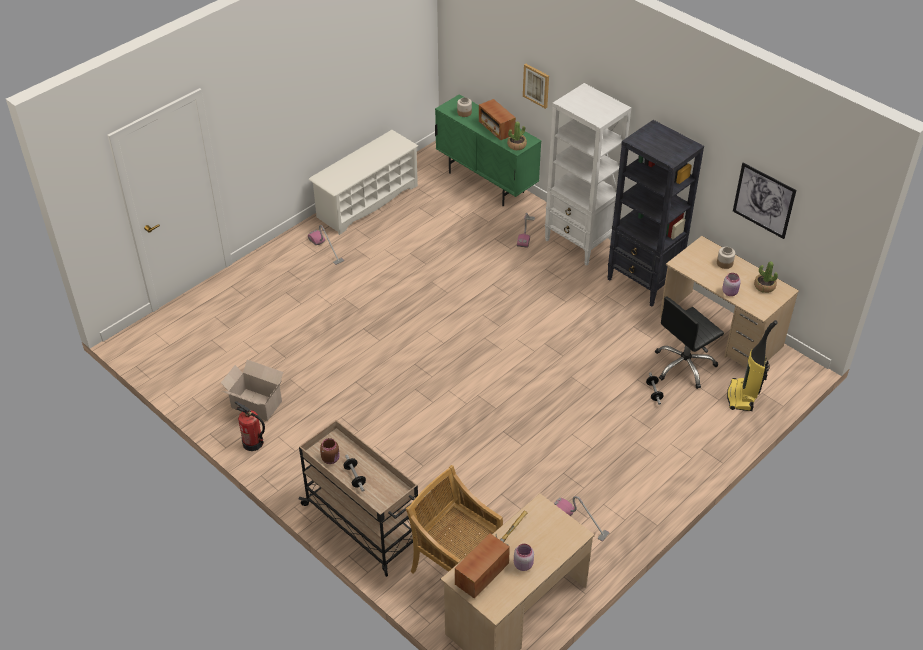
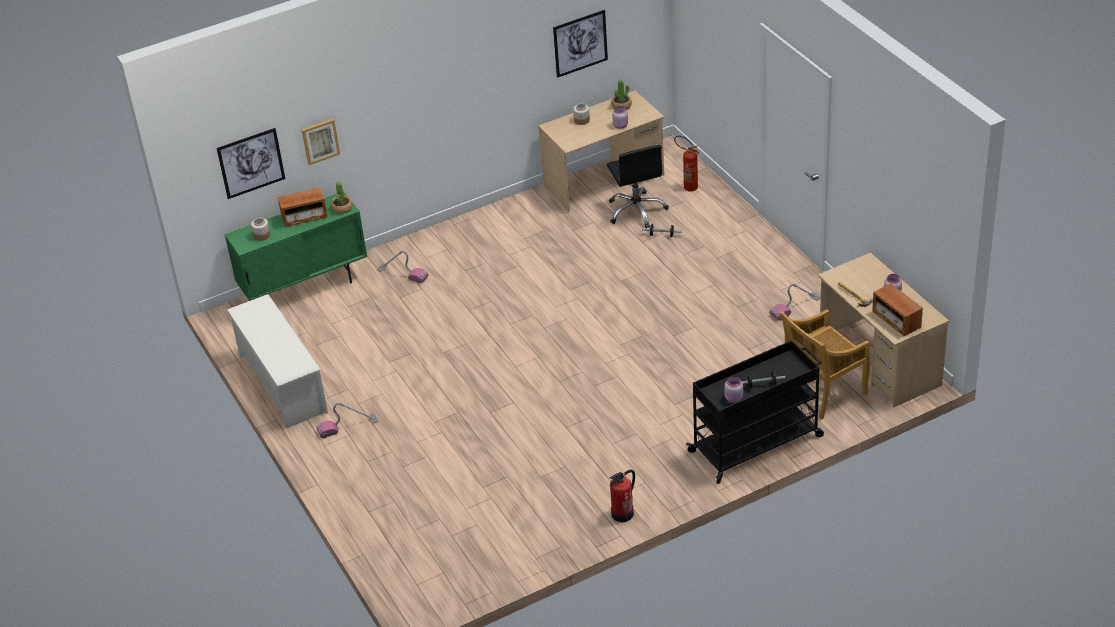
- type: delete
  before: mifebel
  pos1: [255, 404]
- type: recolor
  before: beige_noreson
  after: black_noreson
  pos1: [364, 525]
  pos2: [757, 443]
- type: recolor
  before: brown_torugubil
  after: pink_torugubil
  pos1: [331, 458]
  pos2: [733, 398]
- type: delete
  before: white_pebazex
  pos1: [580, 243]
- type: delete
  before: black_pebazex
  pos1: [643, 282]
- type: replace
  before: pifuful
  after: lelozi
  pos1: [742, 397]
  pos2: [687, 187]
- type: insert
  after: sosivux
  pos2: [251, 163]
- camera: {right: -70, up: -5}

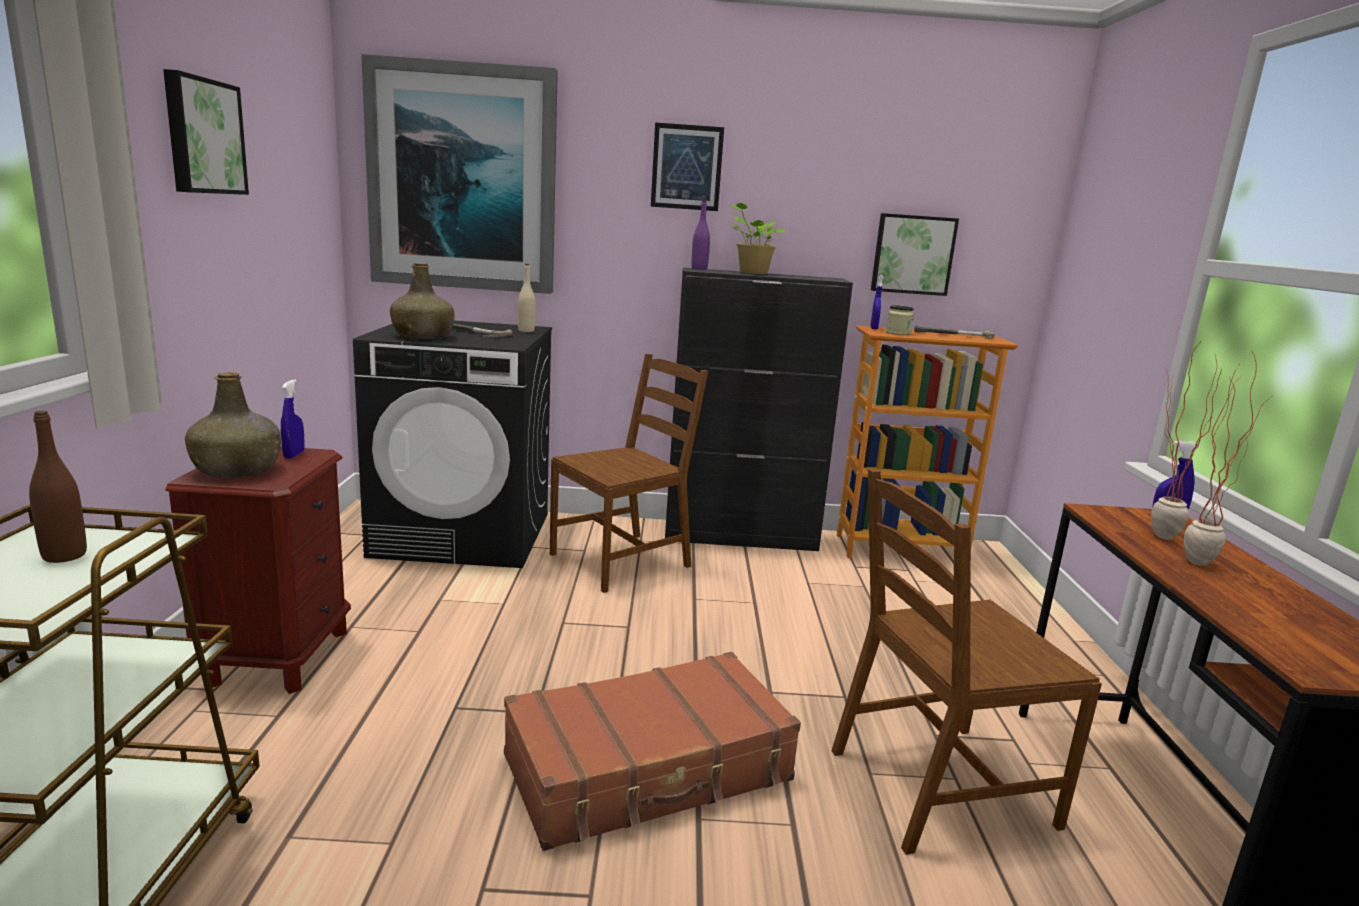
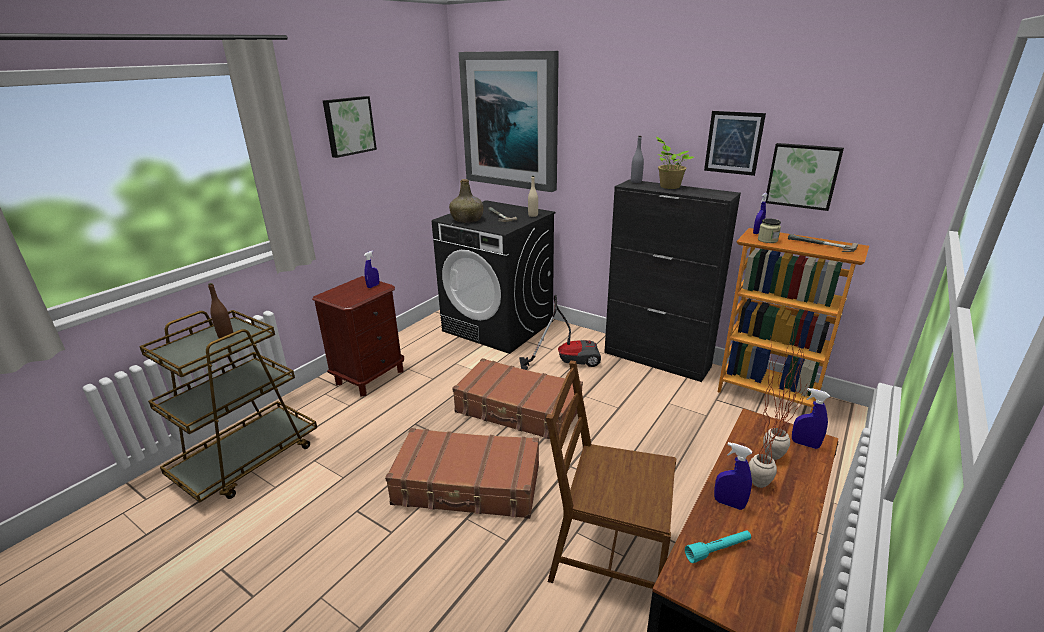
- type: delete
  before: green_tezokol
  pos1: [238, 470]
- type: replace
  before: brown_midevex
  after: pifuful
  pos1: [621, 560]
  pos2: [566, 360]
- type: move
  before: sosivux
  pos1: [686, 167]
  pos2: [733, 143]
- type: recolor
  before: purple_tezokol
  after: grey_tezokol
  pos1: [699, 268]
  pos2: [636, 181]
- type: insert
  after: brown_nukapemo
  pos2: [518, 410]
- type: insert
  after: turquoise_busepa
  pos2: [718, 550]
- type: insert
  after: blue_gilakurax
  pos2: [729, 503]
- camera: {right: 35, up: 10}

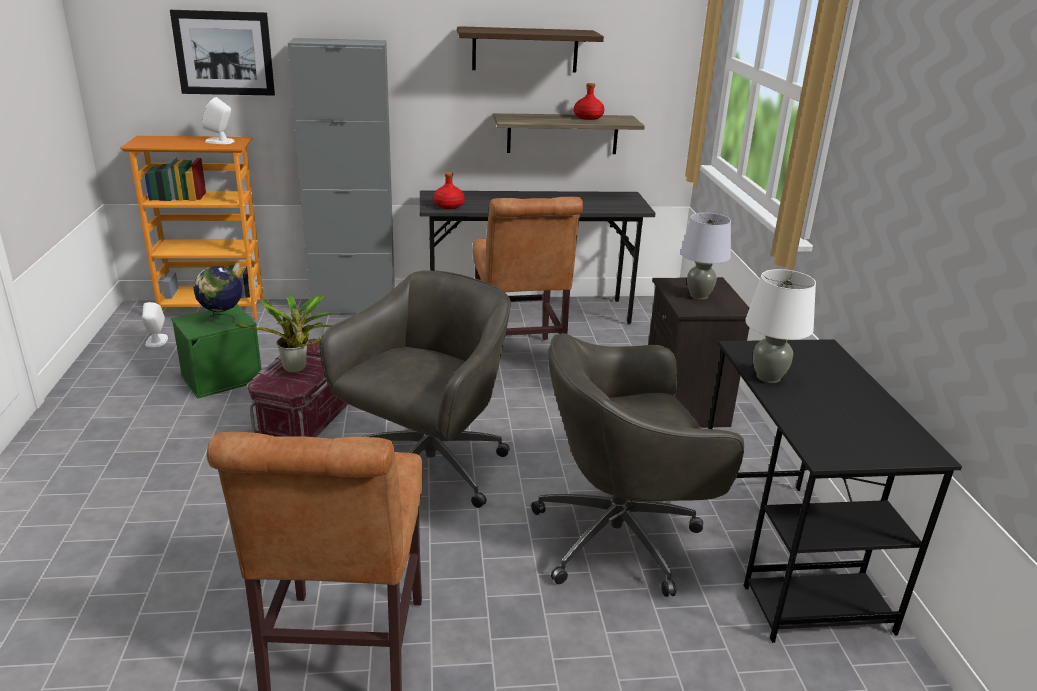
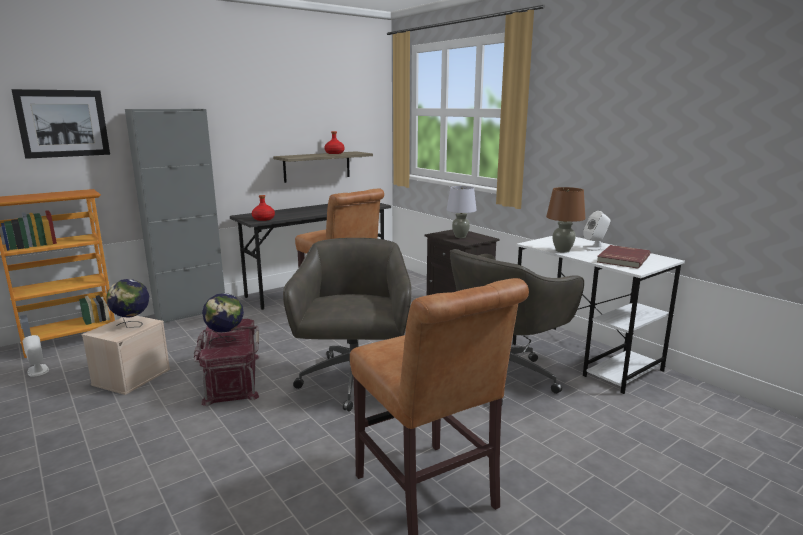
- type: recolor
  before: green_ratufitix
  after: beige_ratufitix
  pos1: [222, 377]
  pos2: [132, 376]
- type: move
  before: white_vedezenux
  pos1: [220, 141]
  pos2: [595, 248]
- type: replace
  before: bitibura
  after: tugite
  pos1: [297, 369]
  pos2: [226, 340]
- type: delete
  before: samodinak
  pos1: [525, 49]
- type: recolor
  before: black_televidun
  after: white_televidun
  pos1: [787, 556]
  pos2: [585, 357]
- type: recolor
  before: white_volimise
  after: brown_volimise
  pos1: [768, 377]
  pos2: [562, 250]
- type: insert
  after: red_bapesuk
  pos2: [622, 259]
- camera: {right: -30, up: -10}

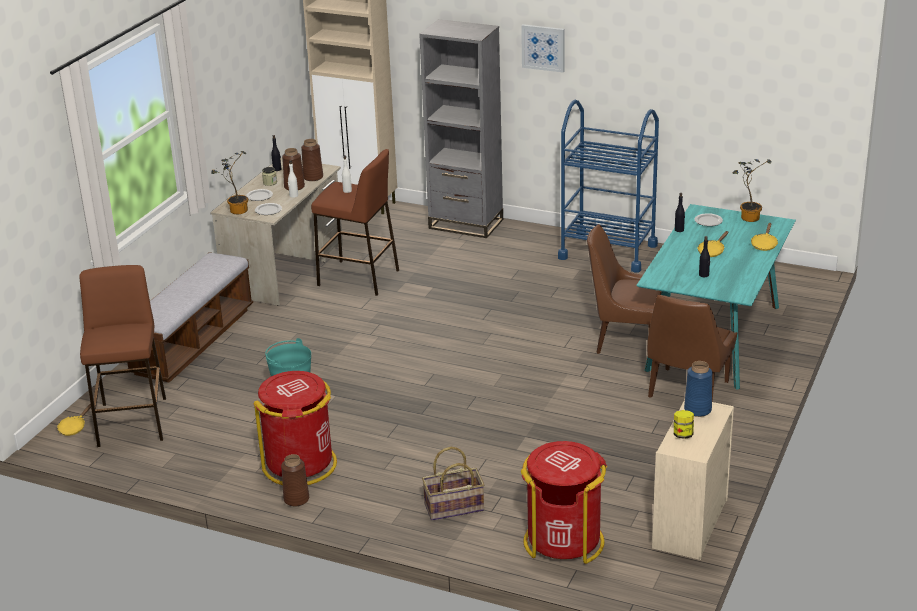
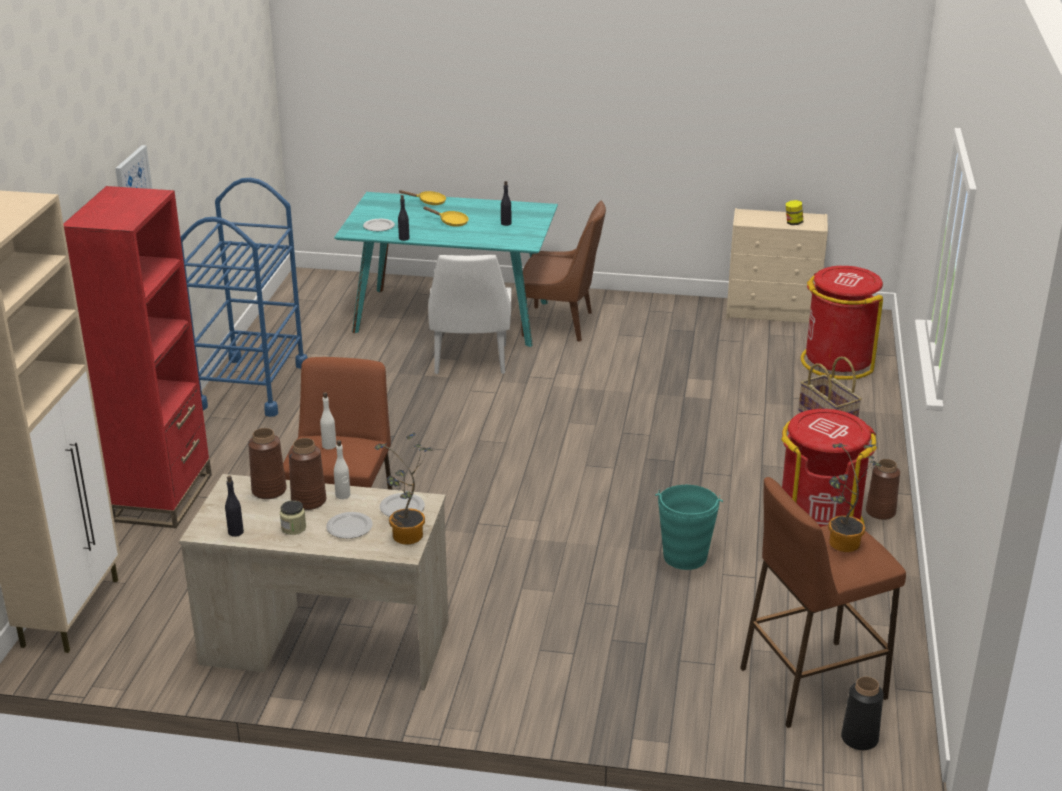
- type: replace
  before: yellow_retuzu
  after: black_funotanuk
  pos1: [74, 427]
  pos2: [859, 738]
- type: delete
  before: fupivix
  pos1: [193, 341]
- type: recolor
  before: grey_pebazex
  after: red_pebazex
  pos1: [466, 224]
  pos2: [163, 497]
- type: recolor
  before: brown_midevex
  after: white_midevex
  pos1: [624, 340]
  pos2: [470, 361]
- type: delete
  before: blue_funotanuk
  pos1: [697, 409]
- type: move
  before: bitibura
  pos1: [748, 217]
  pos2: [841, 545]
- camera: {right: -105, up: 0}

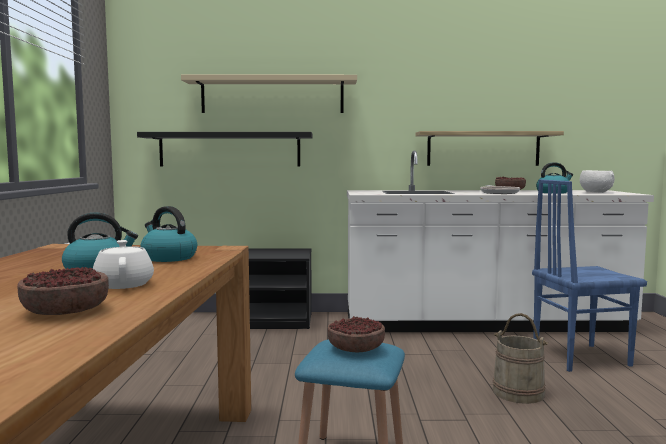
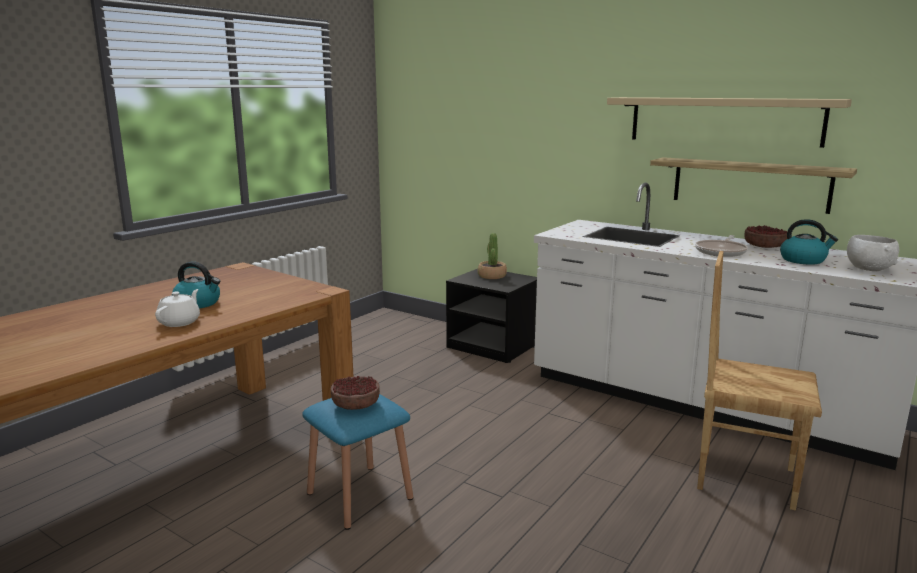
- type: delete
  before: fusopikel
  pos1: [65, 311]
- type: delete
  before: black_samodinak
  pos1: [230, 149]
- type: delete
  before: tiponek
  pos1: [168, 258]
- type: move
  before: beige_samodinak
  pos1: [272, 96]
  pos2: [723, 120]
- type: delete
  before: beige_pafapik
  pos1: [518, 392]
- type: recolor
  before: blue_midevex
  after: brown_midevex
  pos1: [579, 357]
  pos2: [745, 478]
- type: insert
  after: bitibura
  pos2: [491, 276]
- camera: {right: 35, up: 10}

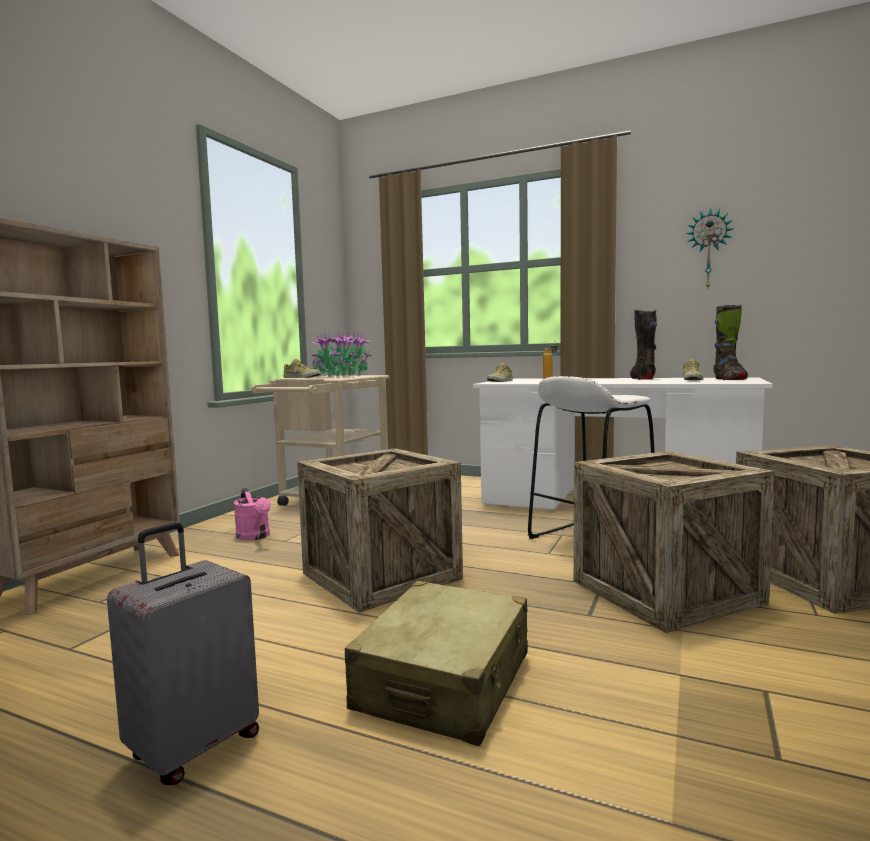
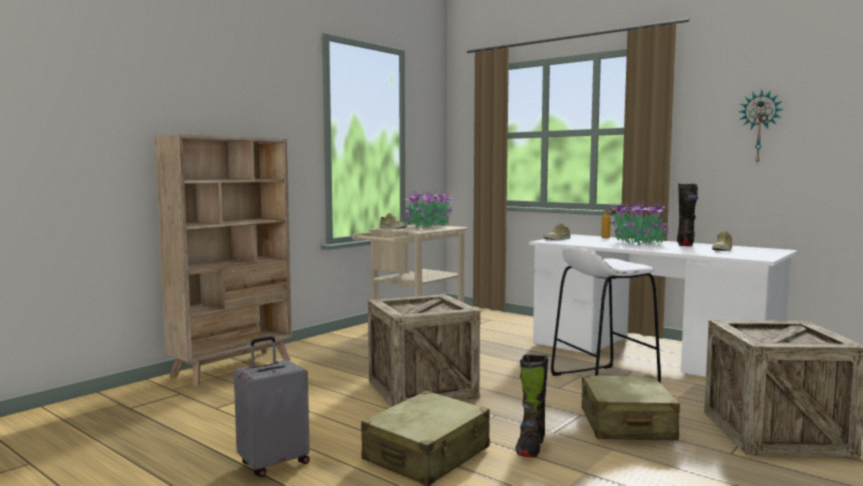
- type: delete
  before: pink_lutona
  pos1: [255, 537]
- type: replace
  before: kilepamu
  after: beige_nukapemo
  pos1: [665, 592]
  pos2: [626, 424]
- type: move
  before: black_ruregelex
  pos1: [729, 379]
  pos2: [530, 447]
- type: insert
  after: bitibura
  pos2: [639, 242]
- camera: {right: 15, up: 0}

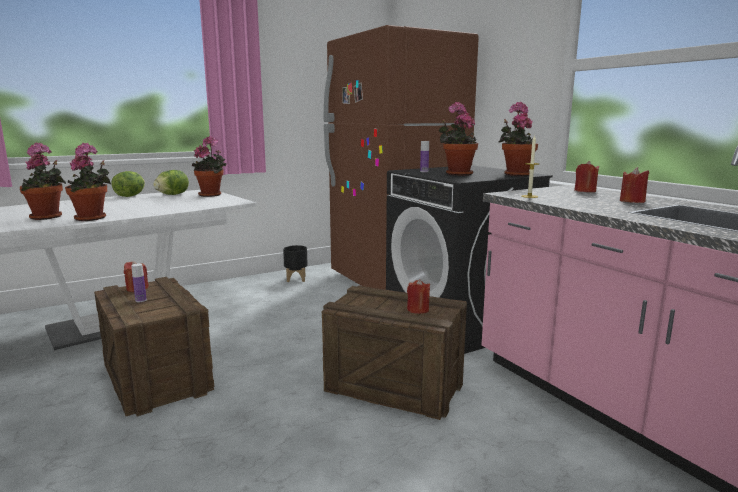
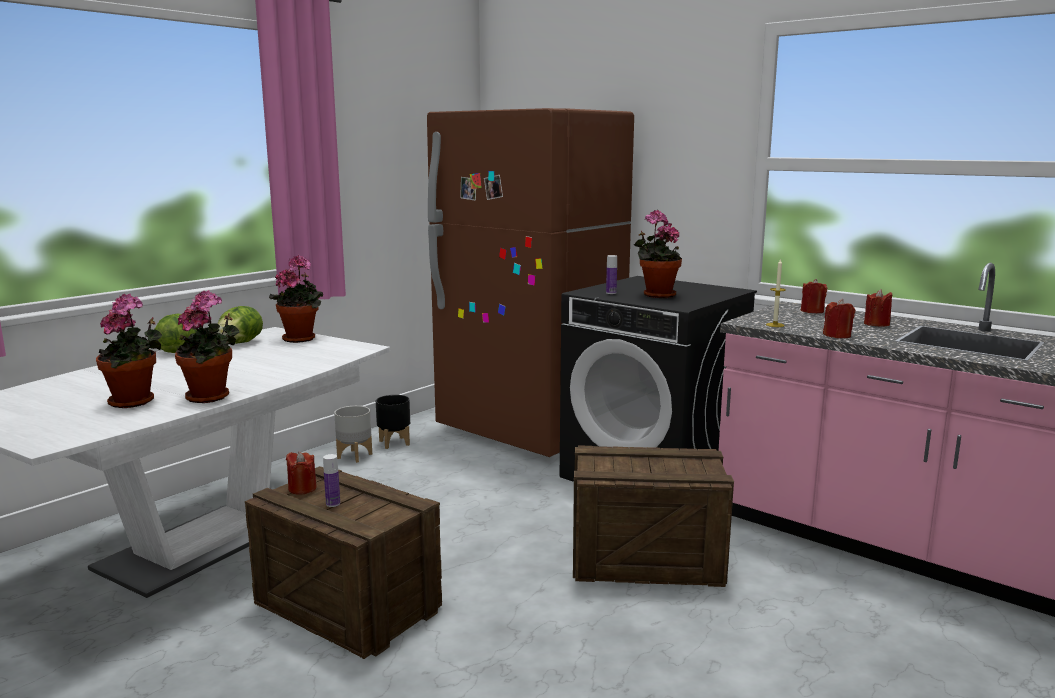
- type: move
  before: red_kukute
  pos1: [418, 310]
  pos2: [837, 336]
- type: delete
  before: bitibura
  pos1: [515, 174]
- type: insert
  after: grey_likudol
  pos2: [355, 456]
- camera: {right: -20, up: 0}

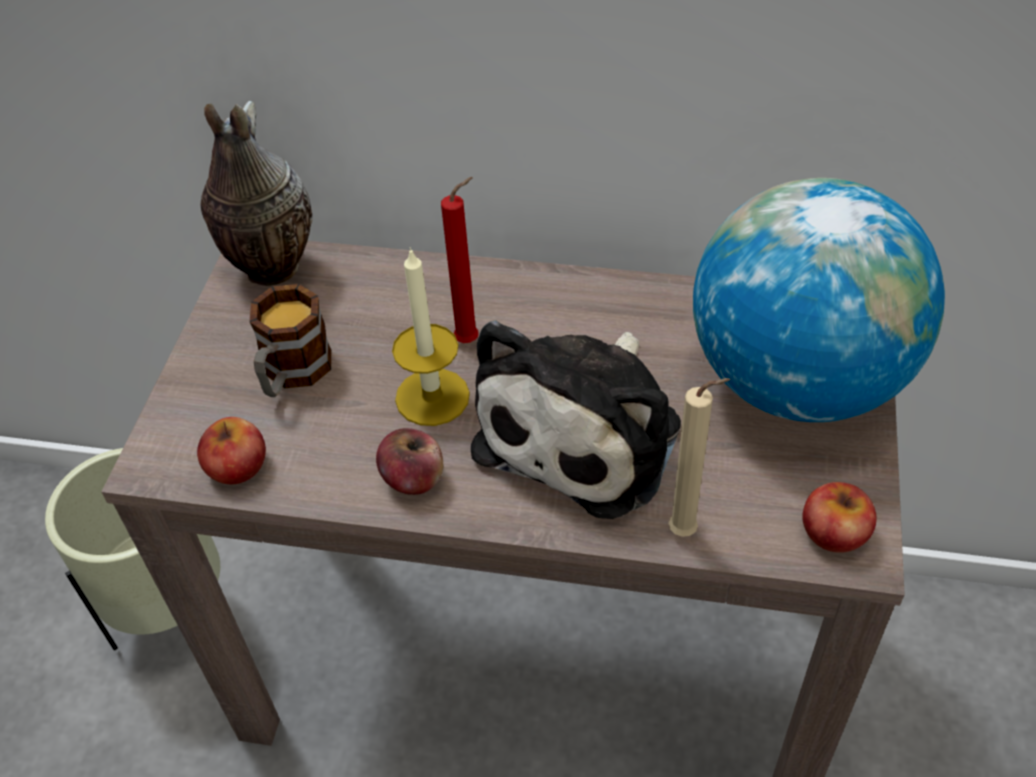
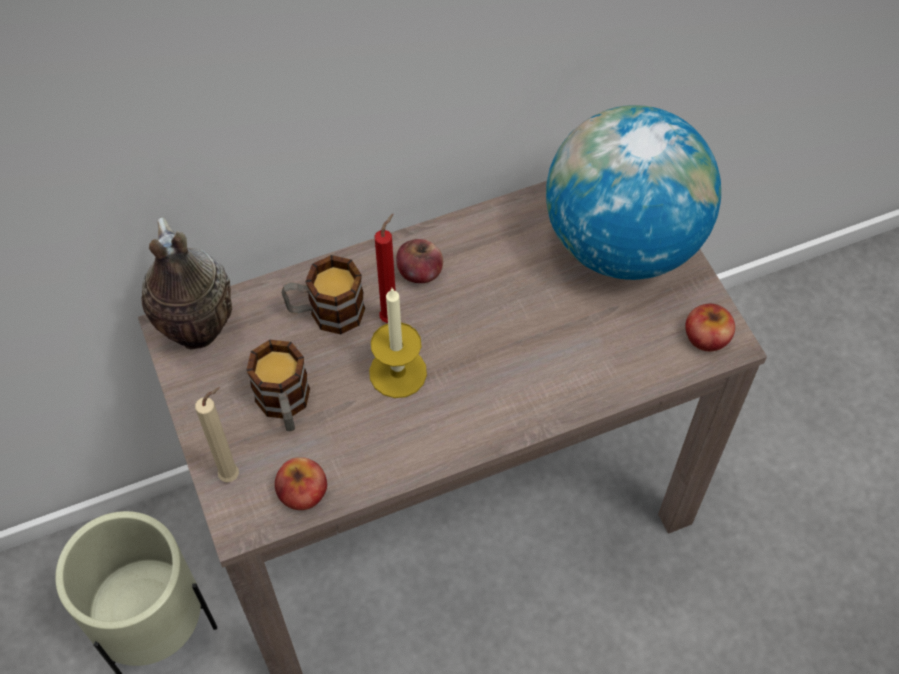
- type: move
  before: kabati
  pos1: [413, 478]
  pos2: [420, 272]
- type: delete
  before: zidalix
  pos1: [586, 431]
- type: move
  before: beige_kukute
  pos1: [687, 532]
  pos2: [233, 475]
- type: insert
  after: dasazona
  pos2: [326, 312]
- camera: {right: -35, up: 10}

